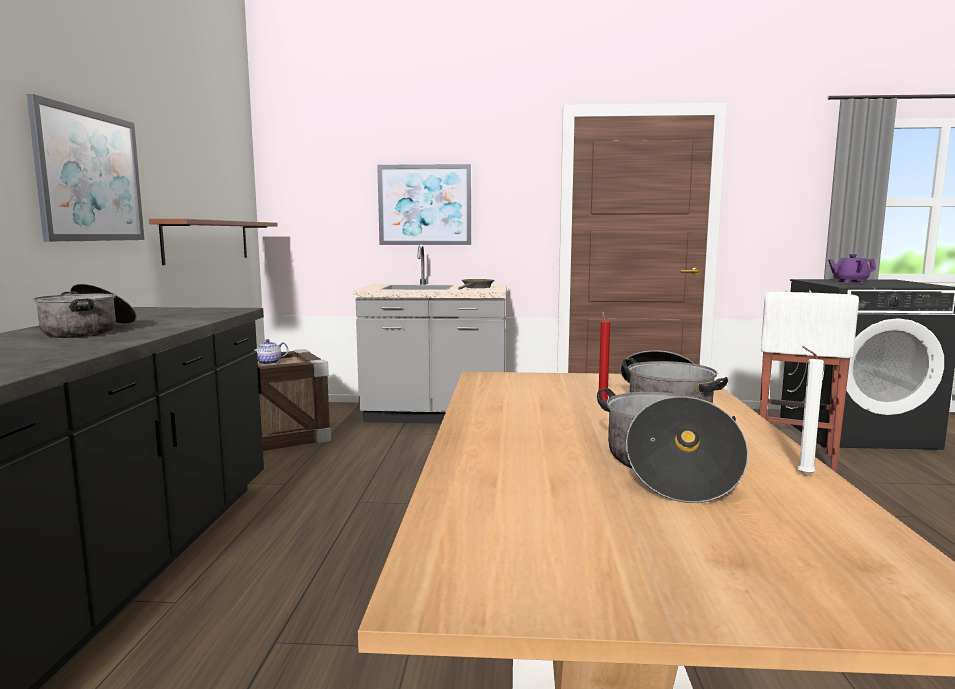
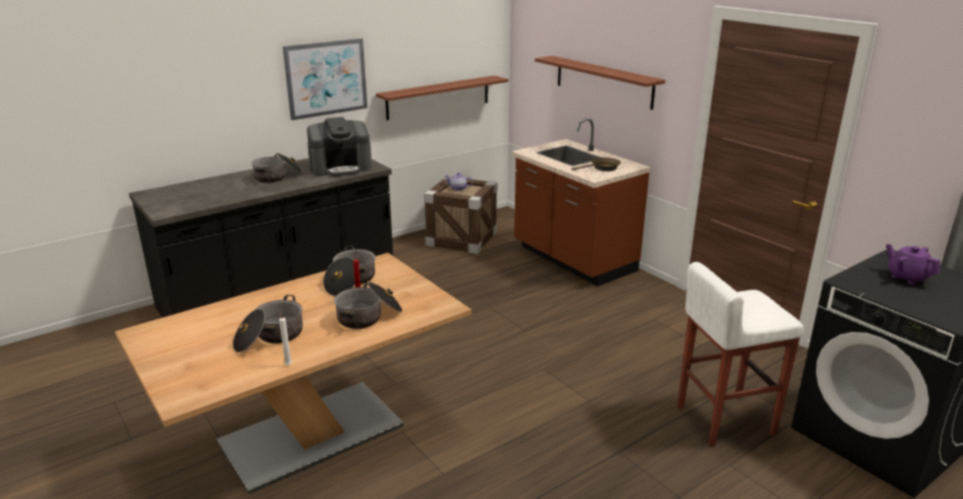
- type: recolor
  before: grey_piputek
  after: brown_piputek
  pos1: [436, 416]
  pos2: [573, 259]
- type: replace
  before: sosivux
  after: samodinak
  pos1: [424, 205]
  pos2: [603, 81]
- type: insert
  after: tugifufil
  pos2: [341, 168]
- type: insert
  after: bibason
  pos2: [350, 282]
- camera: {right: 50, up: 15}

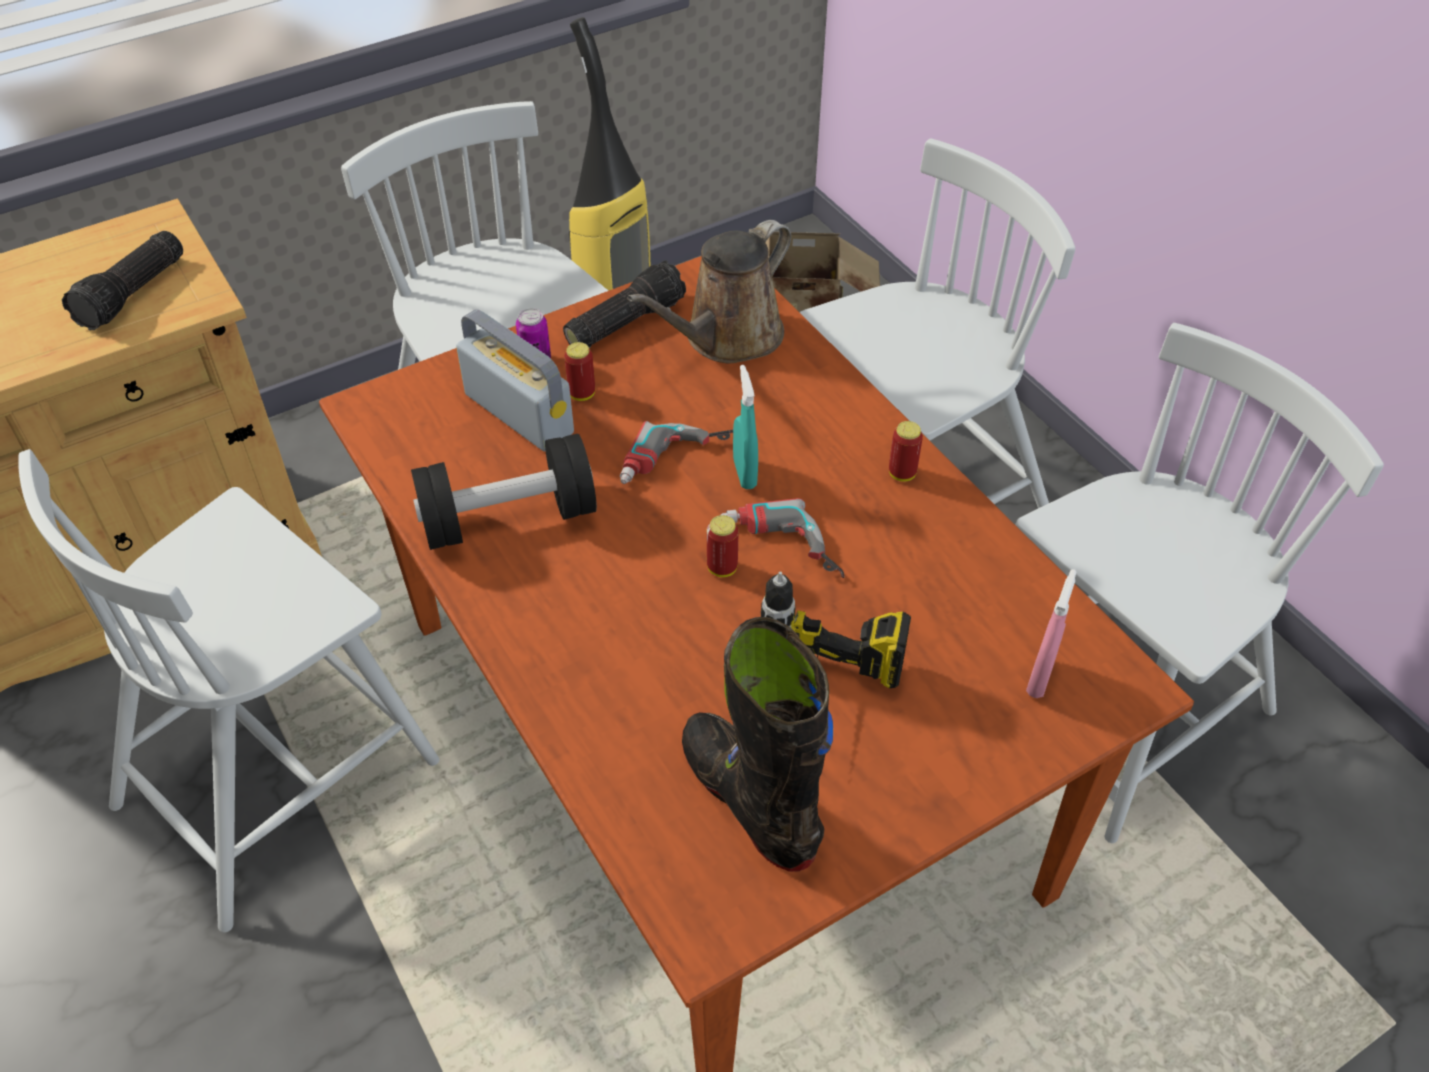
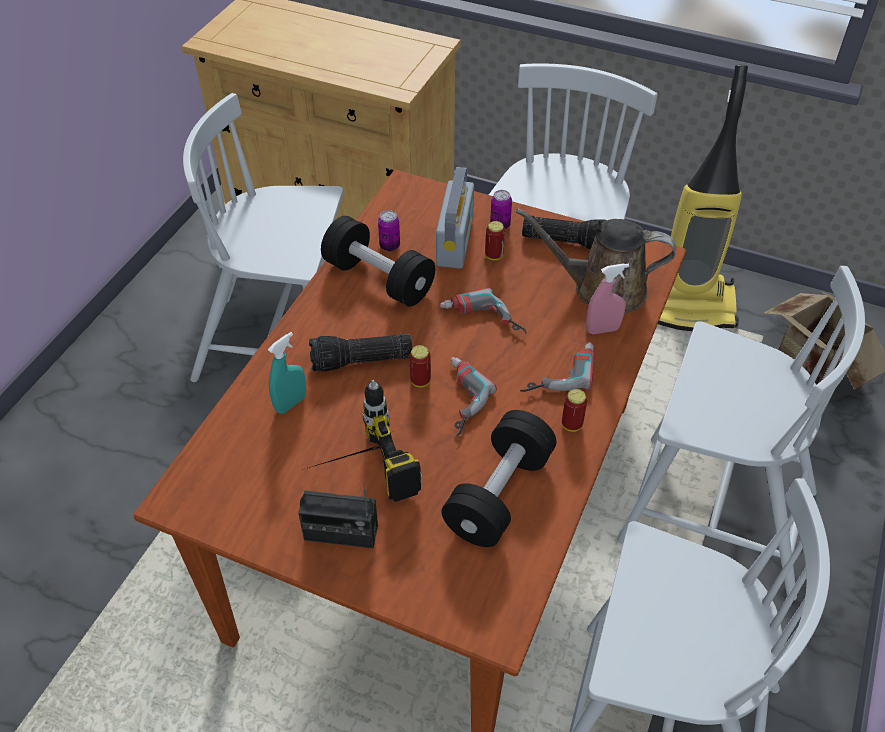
- type: move
  before: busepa
  pos1: [134, 294]
  pos2: [360, 362]
- type: delete
  before: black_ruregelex
  pos1: [750, 800]
- type: move
  before: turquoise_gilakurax
  pos1: [744, 474]
  pos2: [291, 403]
- type: move
  before: pink_gilakurax
  pos1: [1039, 678]
  pos2: [602, 329]
- type: insert
  after: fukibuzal
  pos2: [341, 533]
- type: insert
  after: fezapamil
  pos2: [389, 246]
- type: insert
  after: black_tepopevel
  pos2: [499, 494]
- type: insert
  after: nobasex
  pos2: [558, 371]
- camera: {right: 55, up: 0}

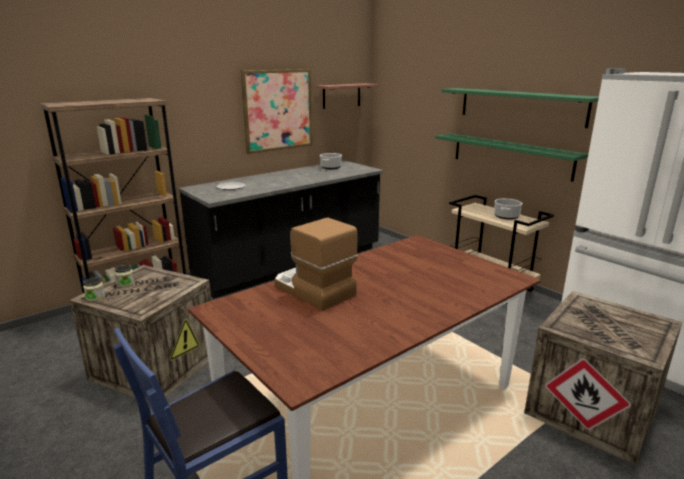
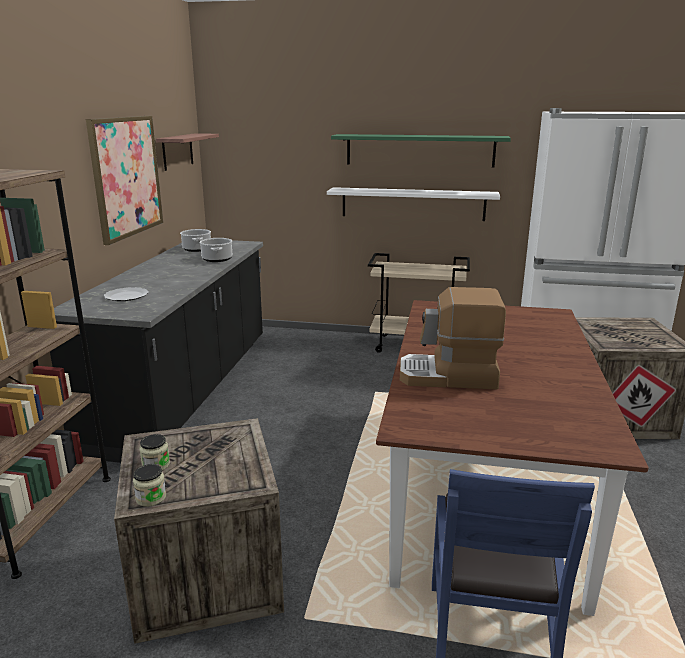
- type: recolor
  before: green_samodinak
  after: white_samodinak
  pos1: [510, 155]
  pos2: [413, 204]
- type: move
  before: bibason
  pos1: [506, 216]
  pos2: [217, 259]
- camera: {right: -40, up: 0}

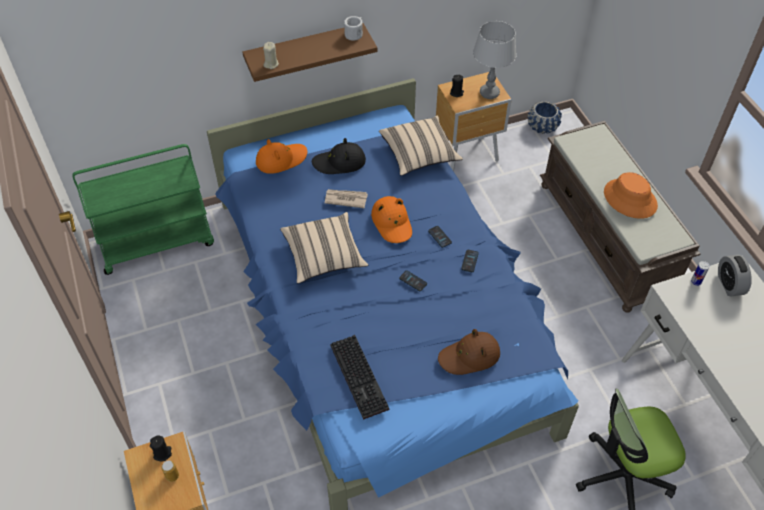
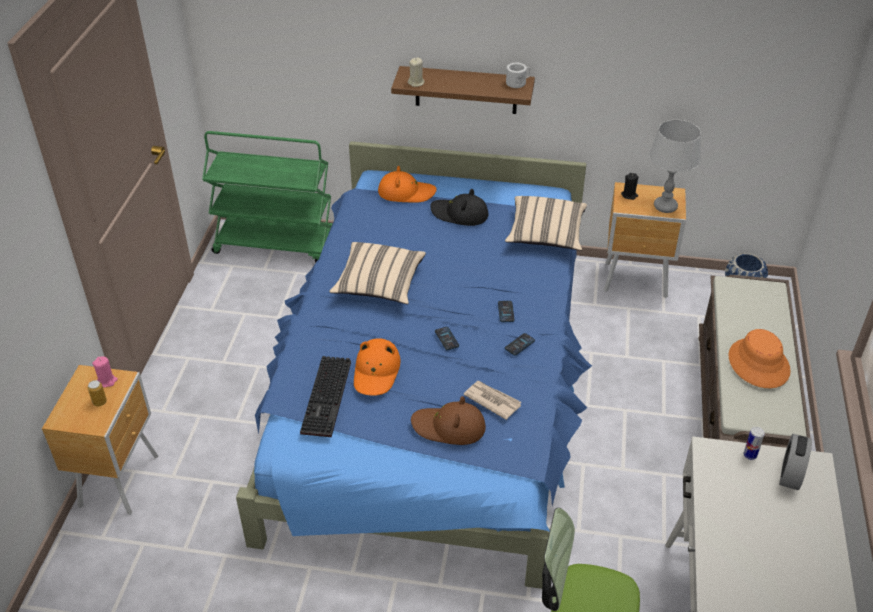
- type: recolor
  before: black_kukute
  after: pink_kukute
  pos1: [162, 453]
  pos2: [107, 381]
- type: move
  before: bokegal
  pos1: [345, 199]
  pos2: [492, 400]
- type: move
  before: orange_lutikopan
  pos1: [392, 223]
  pos2: [376, 372]
- camera: {right: 30, up: -10}

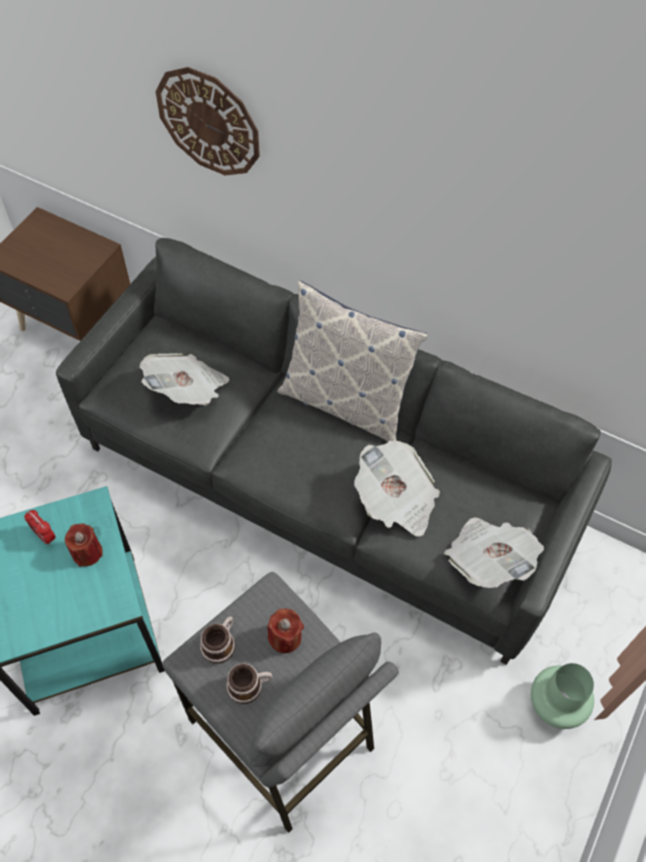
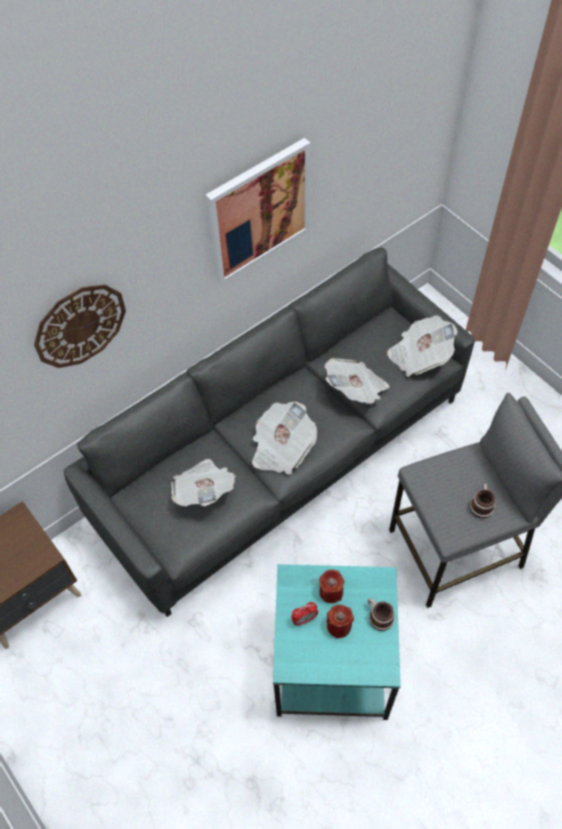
- type: move
  before: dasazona
  pos1: [221, 643]
  pos2: [378, 616]
- type: move
  before: red_kukute
  pos1: [285, 637]
  pos2: [339, 626]
- type: delete
  before: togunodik
  pos1: [345, 402]
- type: delete
  before: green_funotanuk
  pos1: [555, 706]
- type: insert
  after: sosivux
  pos2: [258, 211]
- type: insert
  after: bokegal
  pos2: [281, 448]
- camera: {right: -65, up: 0}

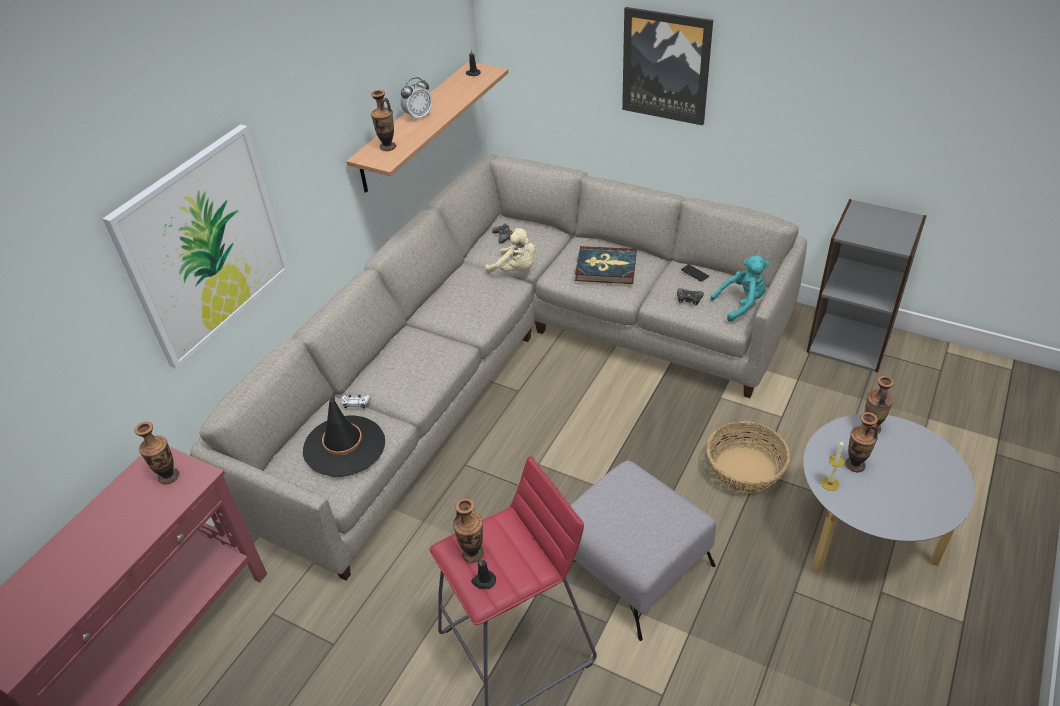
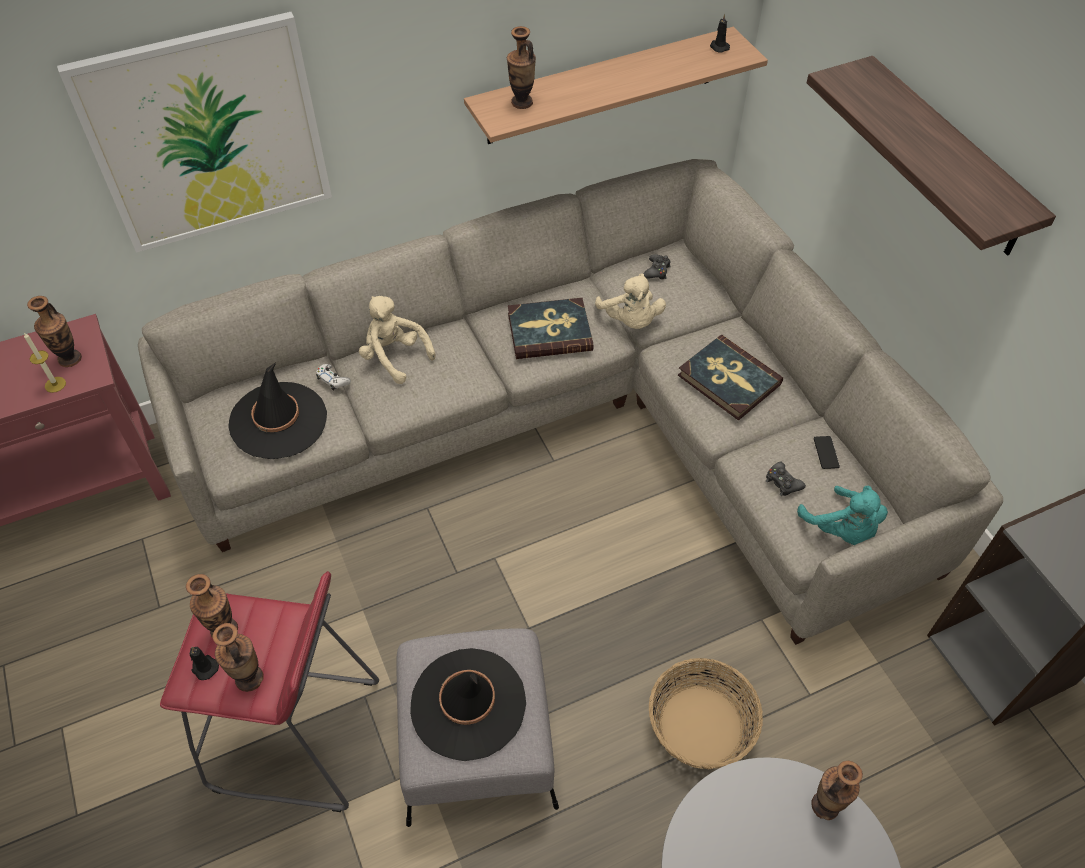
- type: delete
  before: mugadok
  pos1: [418, 116]
- type: replace
  before: sosivux
  after: samodinak
  pos1: [666, 66]
  pos2: [946, 158]
- type: rotate
  before: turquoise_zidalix
  pos1: [741, 304]
  pos2: [842, 530]
  turn: 45
- type: move
  before: kukute
  pos1: [830, 483]
  pos2: [55, 384]
- type: move
  before: funotanuk
  pos1: [855, 465]
  pos2: [249, 678]
- type: insert
  after: beige_zidalix
  pos2: [394, 356]
- type: insert
  after: black_lutikopan
  pos2: [468, 704]
- type: insert
  after: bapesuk
  pos2: [549, 331]
- camera: {right: 35, up: 10}

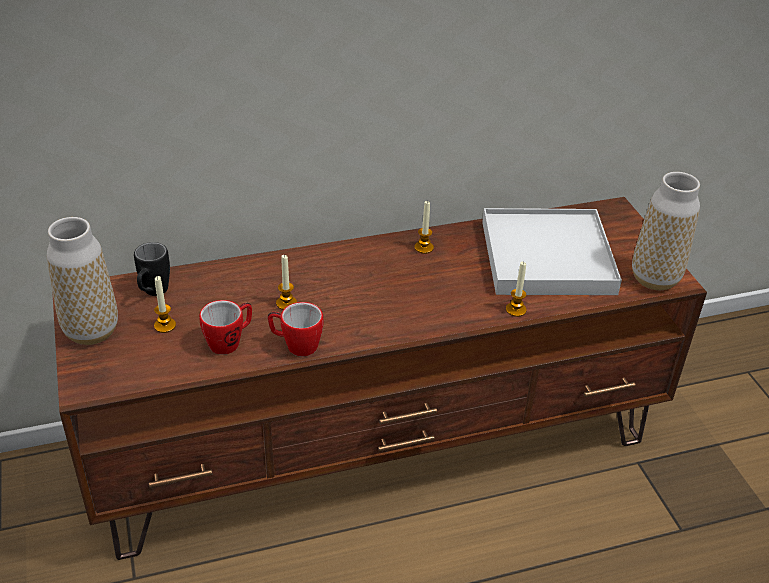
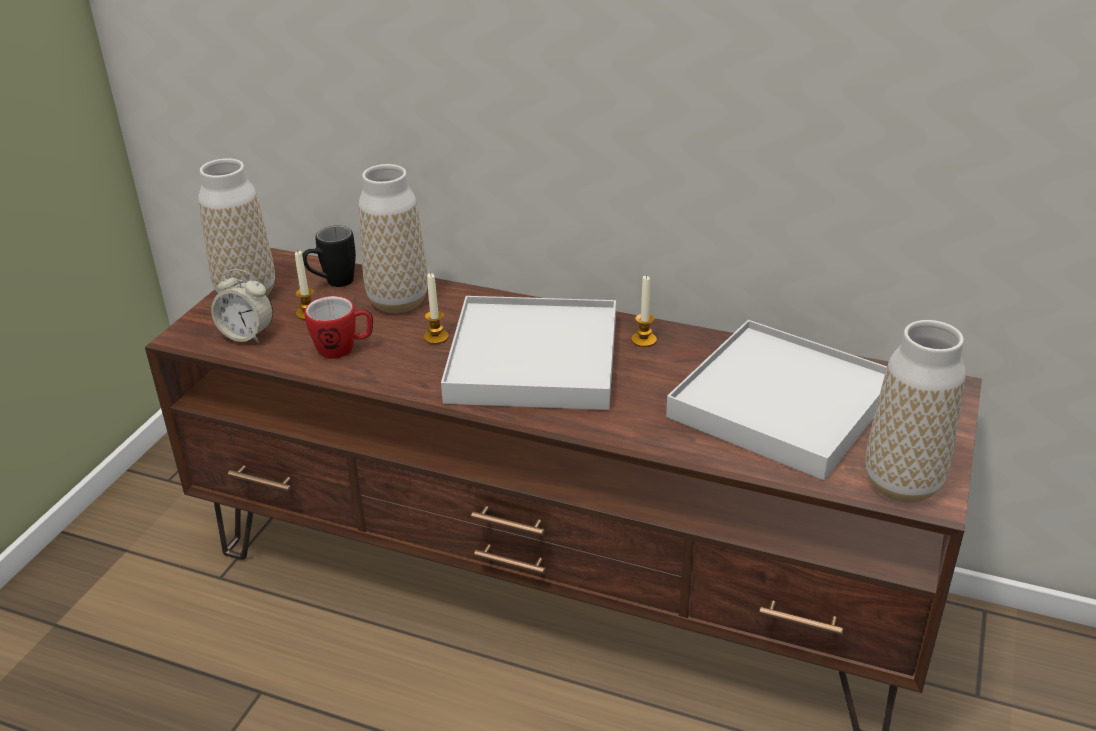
- type: delete
  before: dasazona
  pos1: [296, 345]
- type: delete
  before: kukute
  pos1: [516, 310]
- type: insert
  after: mugadok
  pos2: [247, 335]
- type: insert
  after: funotanuk
  pos2: [398, 301]
- type: insert
  after: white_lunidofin
  pos2: [534, 359]
- camera: {right: 40, up: -5}

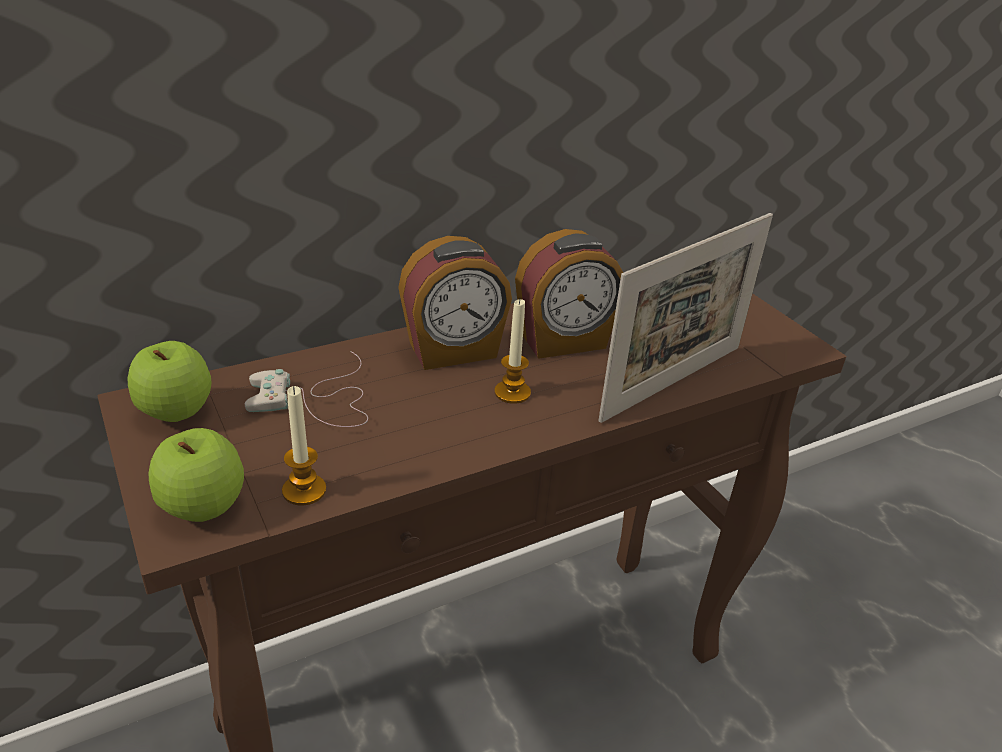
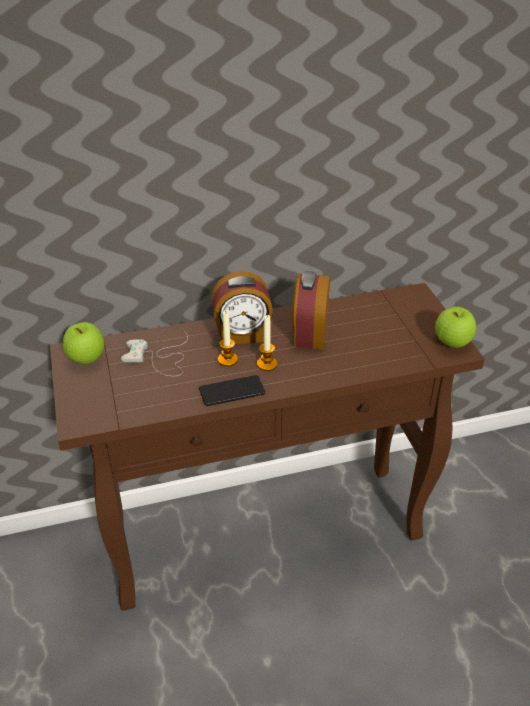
- type: move
  before: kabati
  pos1: [203, 508]
  pos2: [452, 342]
- type: move
  before: kukute
  pos1: [304, 490]
  pos2: [227, 359]
- type: rotate
  before: mugadok
  pos1: [564, 342]
  pos2: [309, 334]
  turn: 105
- type: delete
  before: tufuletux
  pos1: [673, 382]
- type: insert
  after: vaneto
  pos2: [232, 391]
- camera: {right: 15, up: 5}

